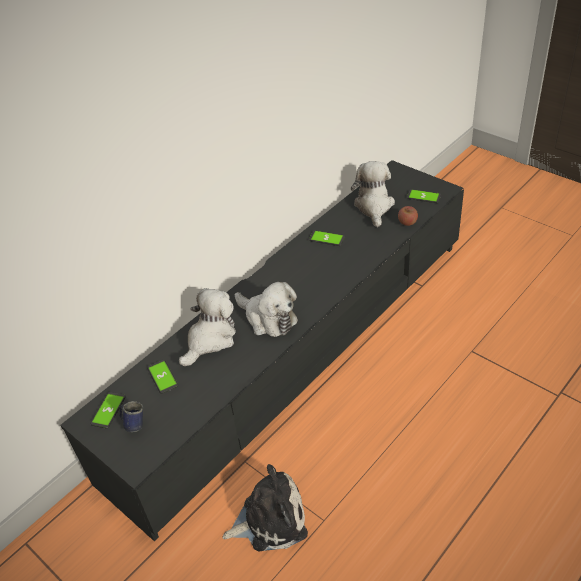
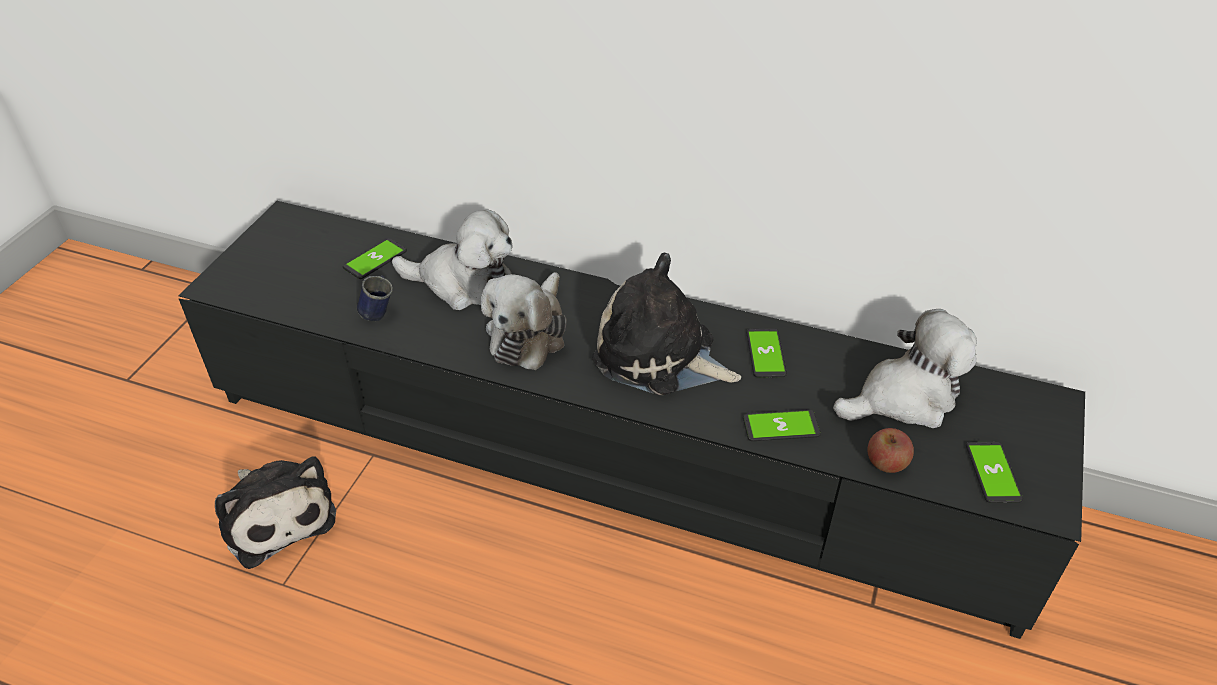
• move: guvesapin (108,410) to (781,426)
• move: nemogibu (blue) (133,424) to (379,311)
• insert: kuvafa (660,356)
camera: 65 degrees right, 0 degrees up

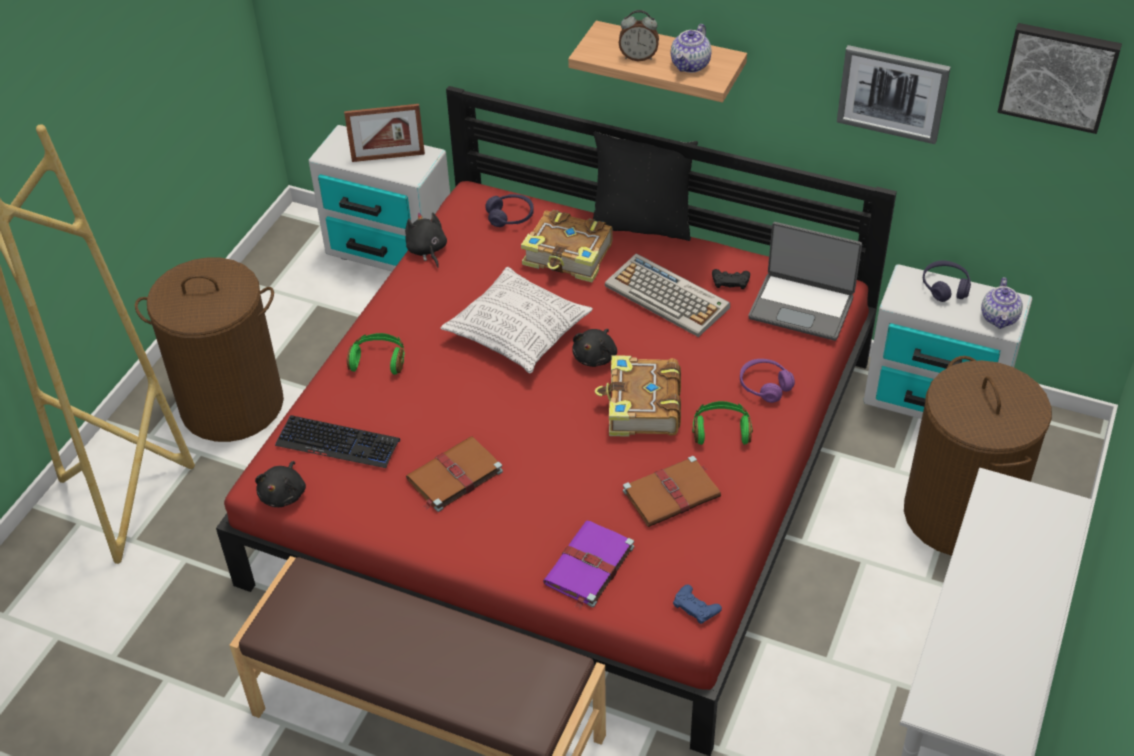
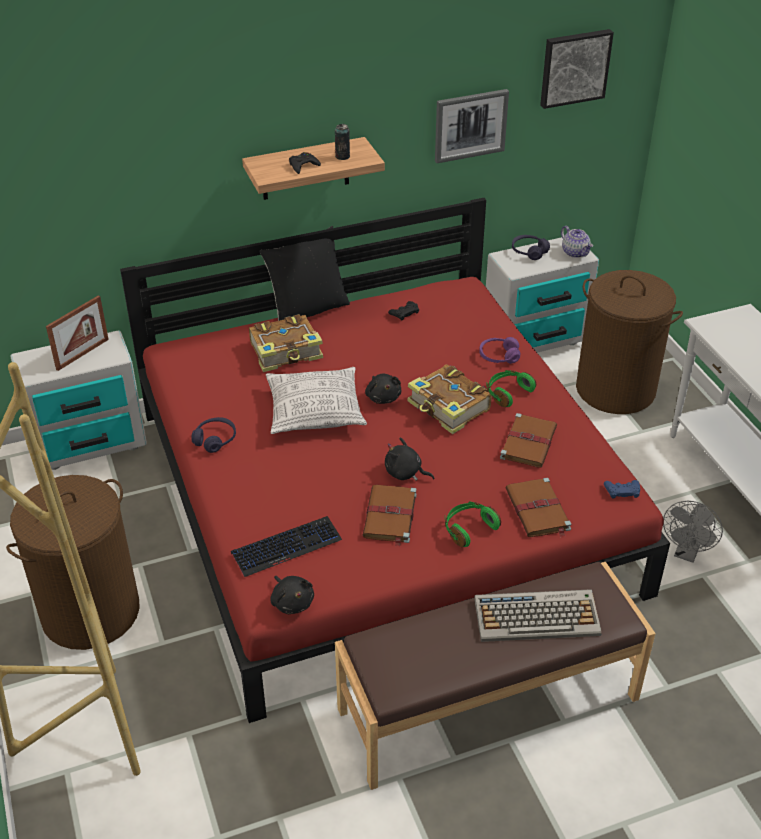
• move: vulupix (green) (378,360) to (469,528)
• move: kuvafa (black) (427,250) to (405,473)
• move: vulupix (purple) (510,217) to (215,440)
• recolor: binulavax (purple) (588,566) to binulavax (brown) (538,511)
• move: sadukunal (668,297) to (537,616)
• replace: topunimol (638,57) to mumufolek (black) (303,166)
• replace: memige (690,65) to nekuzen (342,156)
• delete: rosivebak (802,306)
• insert: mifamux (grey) (686,553)
camera: 45 degrees left, 5 degrees down

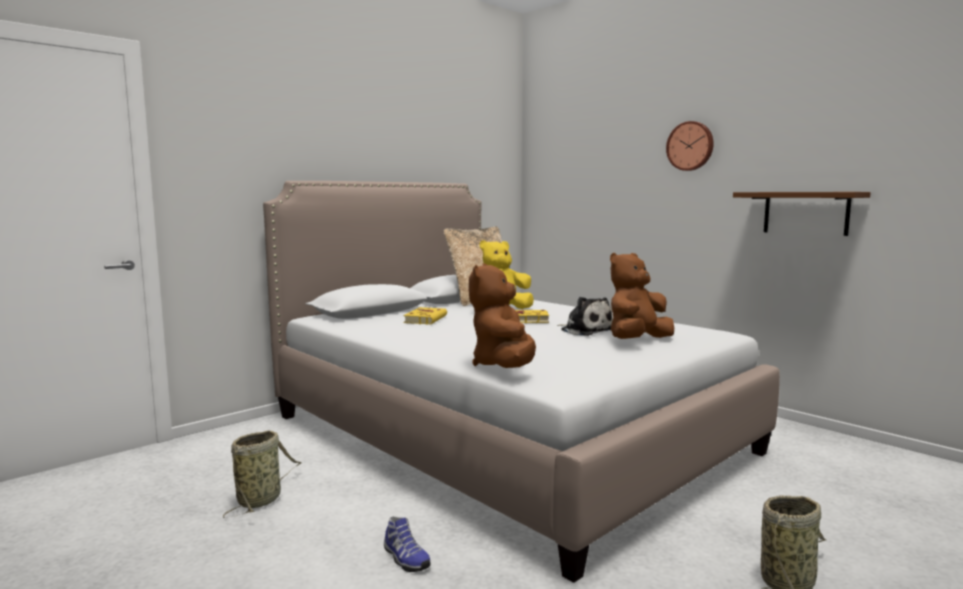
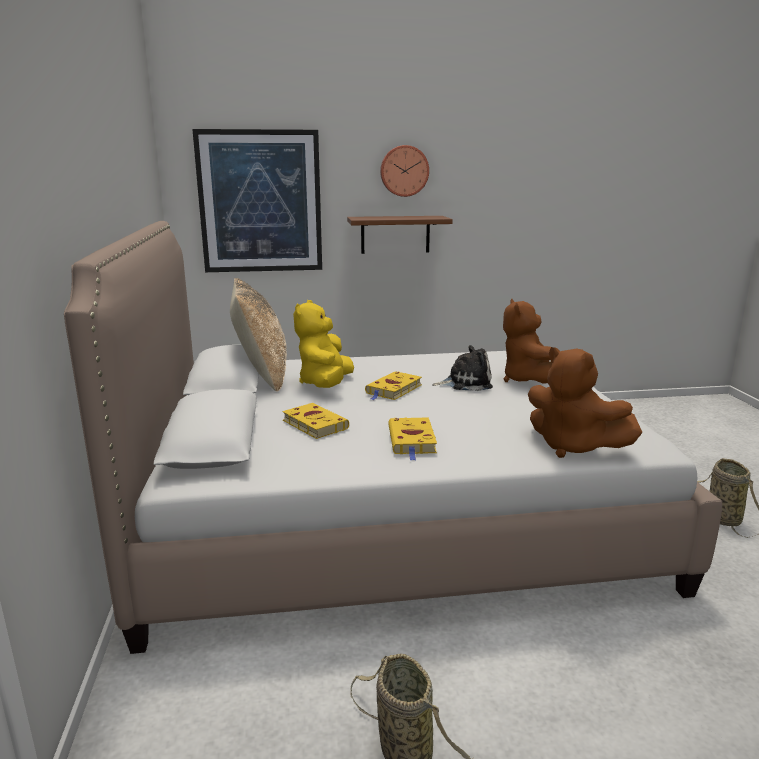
• delete: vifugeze (404,559)
• move: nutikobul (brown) (805,213) to (395,234)
• insert: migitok (260,202)
• insert: binulavax (yellow) (412,441)
camera: 55 degrees left, 10 degrees up

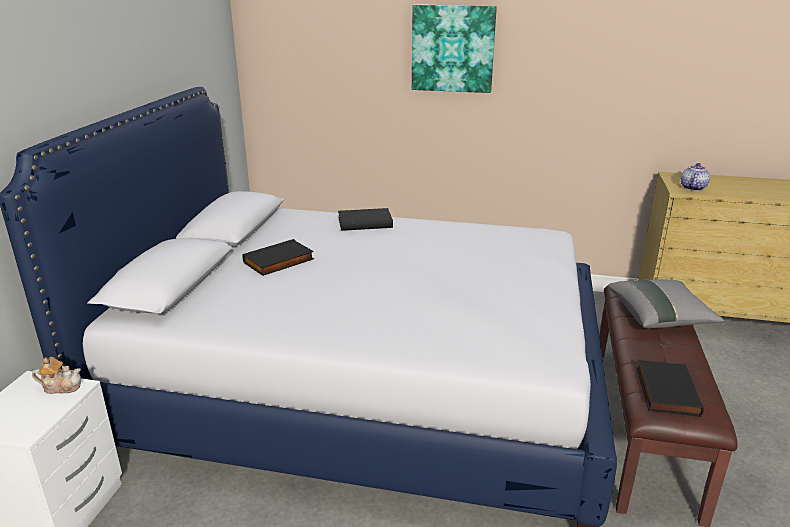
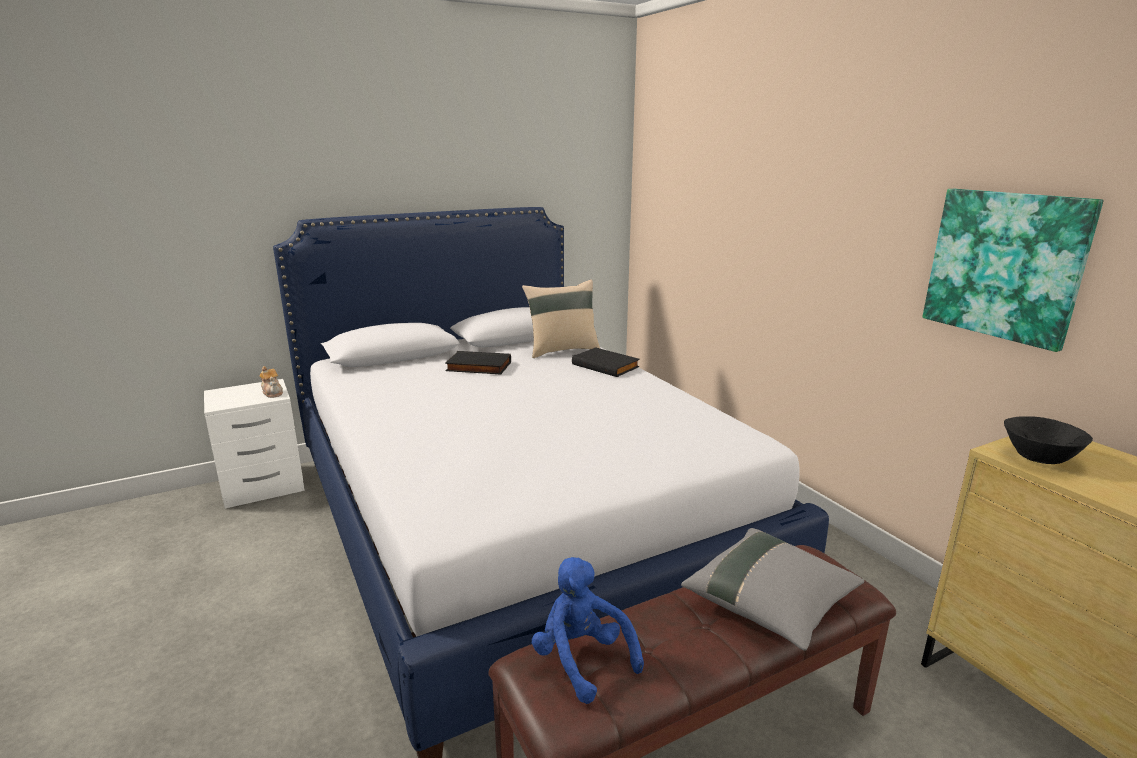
• move: migitok (453,48) to (1005,265)
• replace: binulavax (black) (665,391) to kuvafa (blue) (582,659)
• replace: memige (692,188) to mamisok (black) (1038,458)
• insert: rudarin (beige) (562,350)
camera: 50 degrees right, 5 degrees down

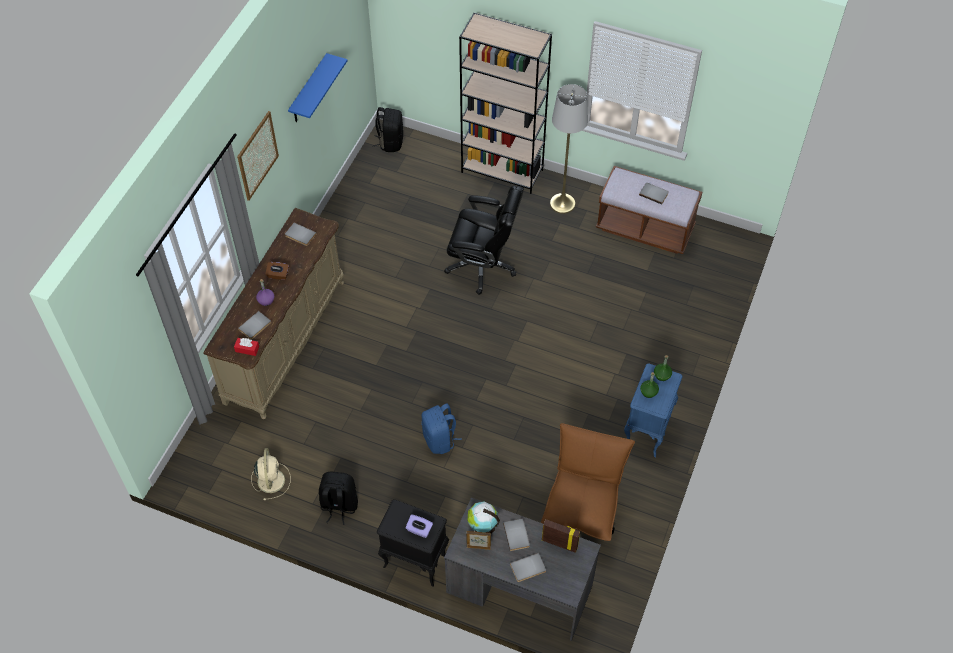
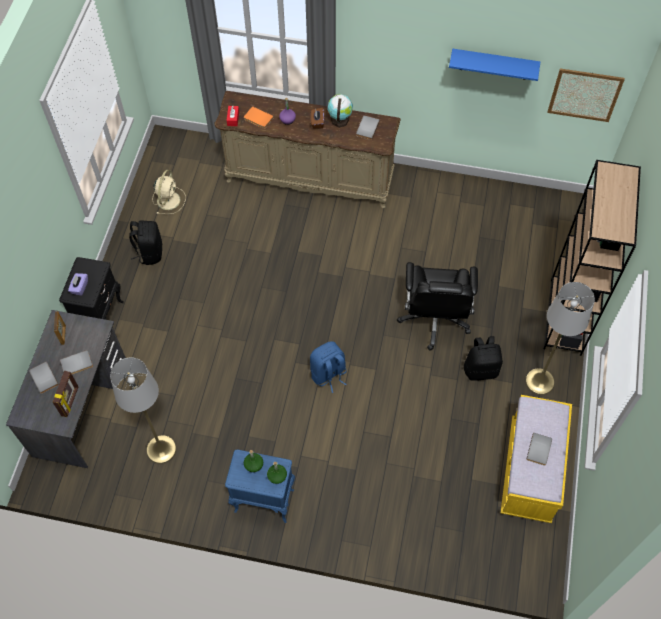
• move: migitok (257,155) to (585,94)
• recolor: binulavax (grey) (255,326) to binulavax (orange) (258,119)
• rotate: mifamux (beige) (271,479) = (169,199) 60 degrees counterclockwise
• move: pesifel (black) (390,142) to (481,369)
• move: pesifel (blue) (440,440) to (328,374)
• move: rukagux (482,526) to (339,119)
• replace: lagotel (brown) (581,514) to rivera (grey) (161,449)
• recolor: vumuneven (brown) (645,228) to vumuneven (yellow) (530,470)
camera: 80 degrees right, 5 degrees up

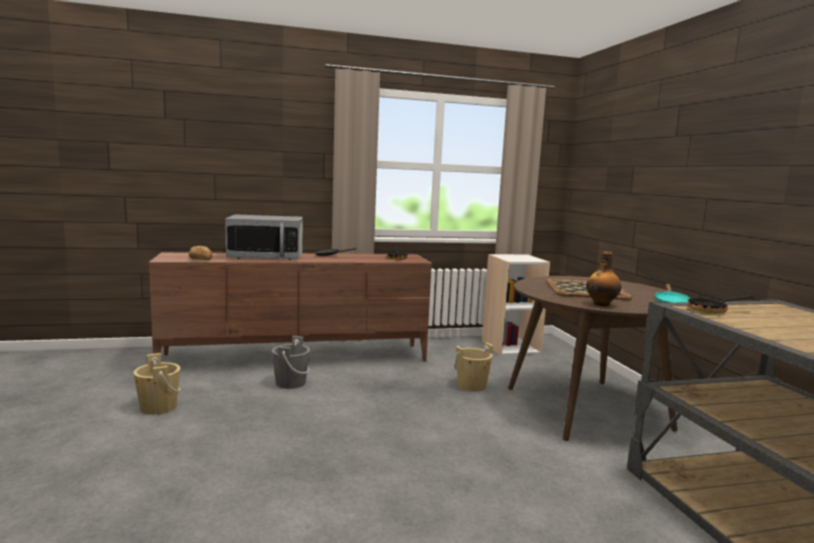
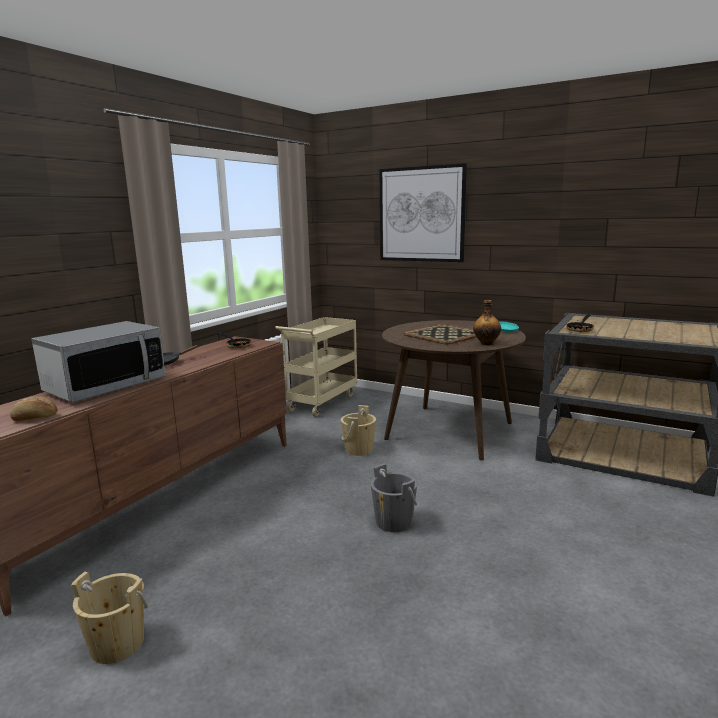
• move: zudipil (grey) (290,383) to (393,522)
• replace: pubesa (511,347) to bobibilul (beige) (321,404)
• insert: migitok (421,214)
camera: 45 degrees left, 5 degrees up

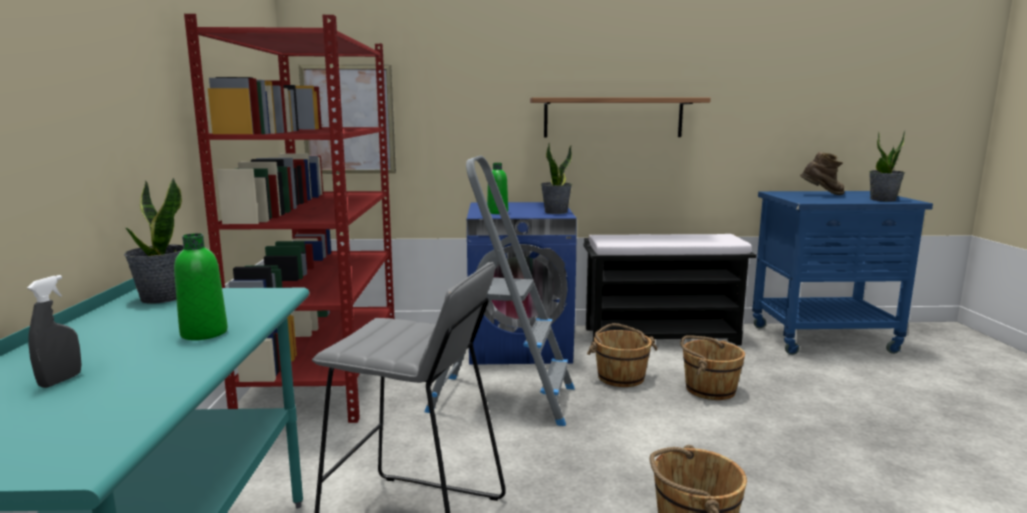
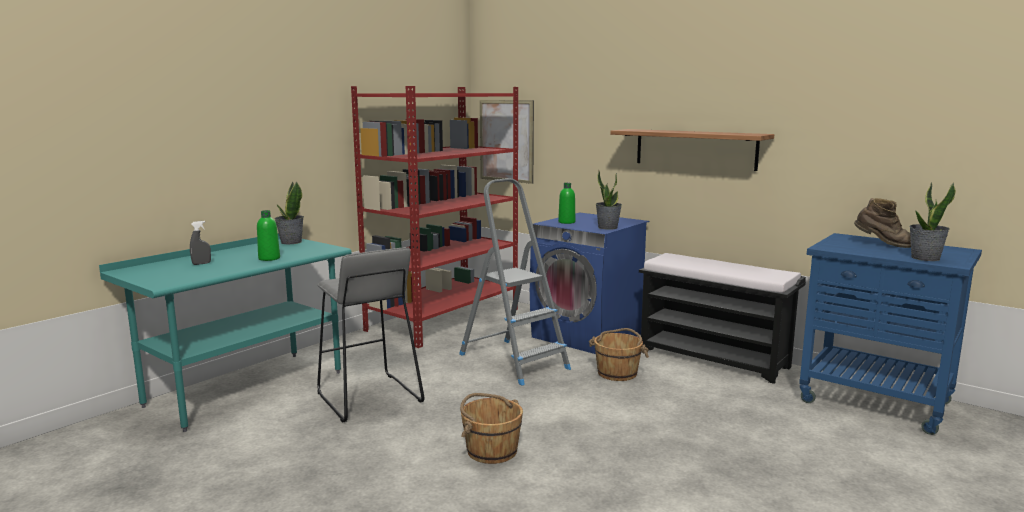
• delete: zudipil (brown) (709,389)
camera: 40 degrees right, 0 degrees up

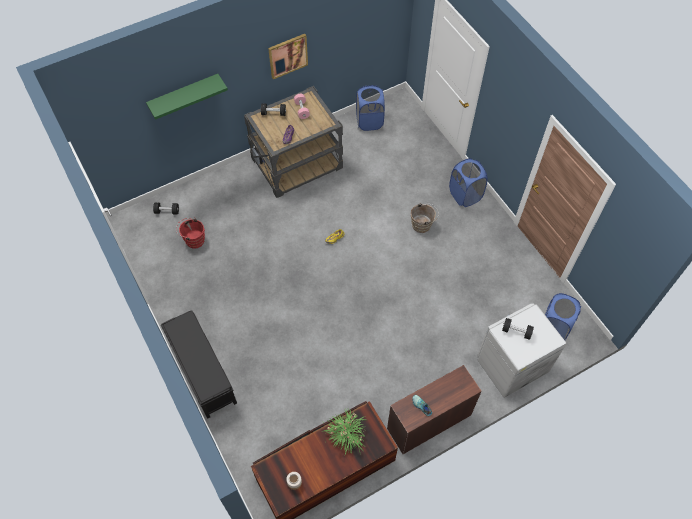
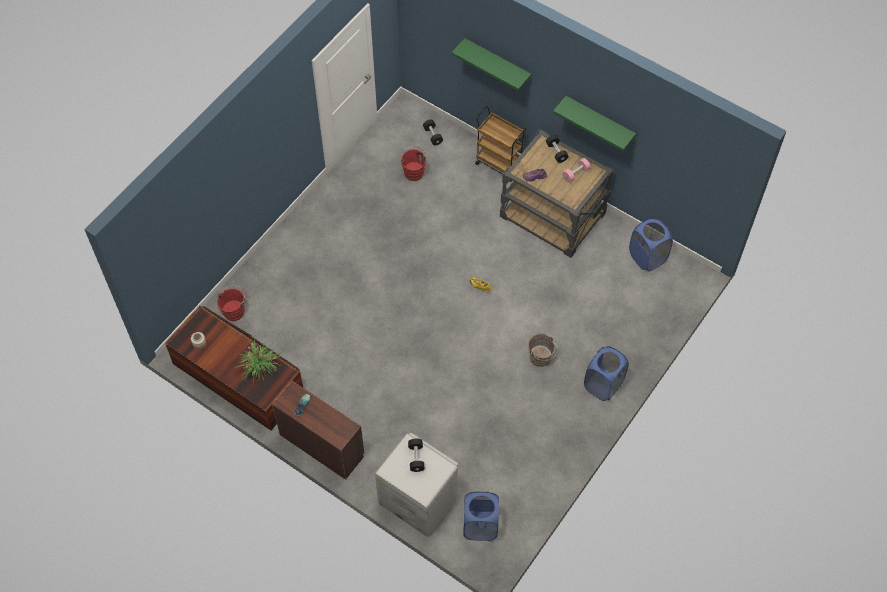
• delete: vumuneven (black) (202,371)
• replace: migitok (288,55) to nutikobul (green) (599,120)
• insert: zudipil (red) (235,310)
• insert: bobibilul (brown) (499,164)
camera: 65 degrees right, 0 degrees up

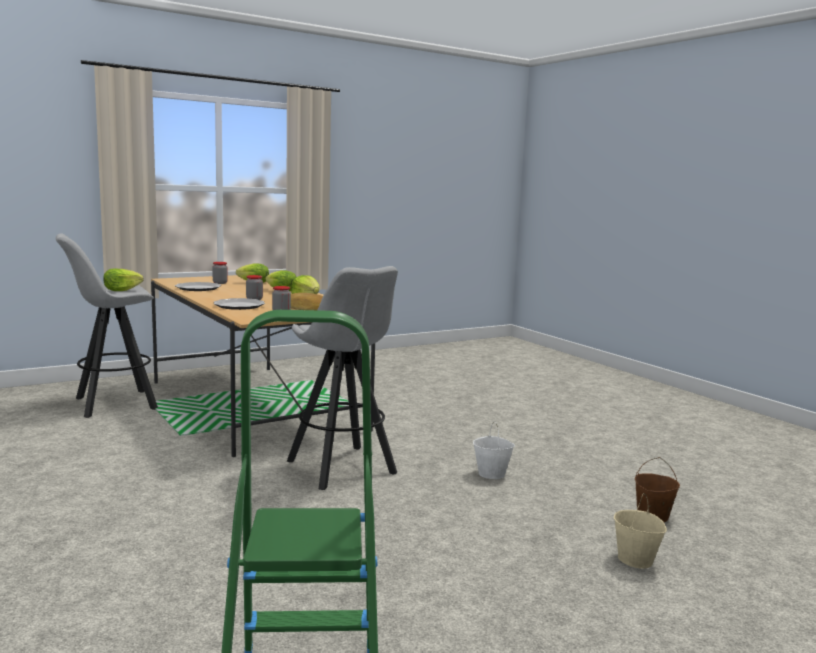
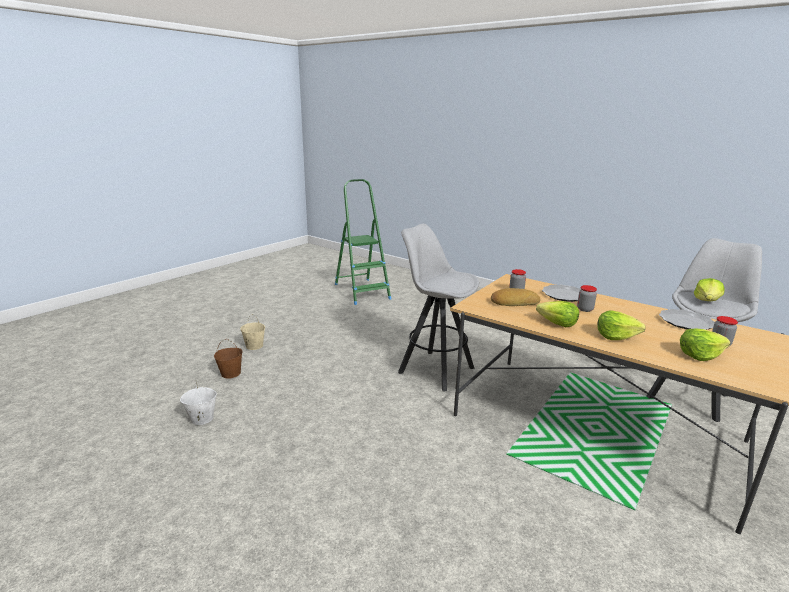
• move: zudipil (white) (492,474) to (201,418)
camera: 160 degrees right, 10 degrees up

